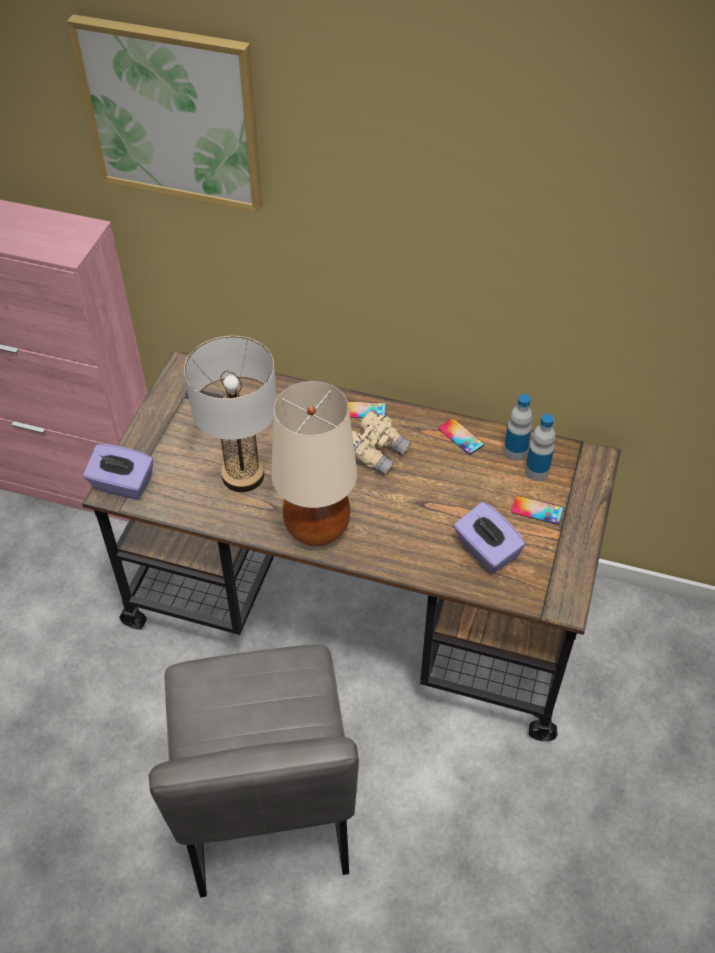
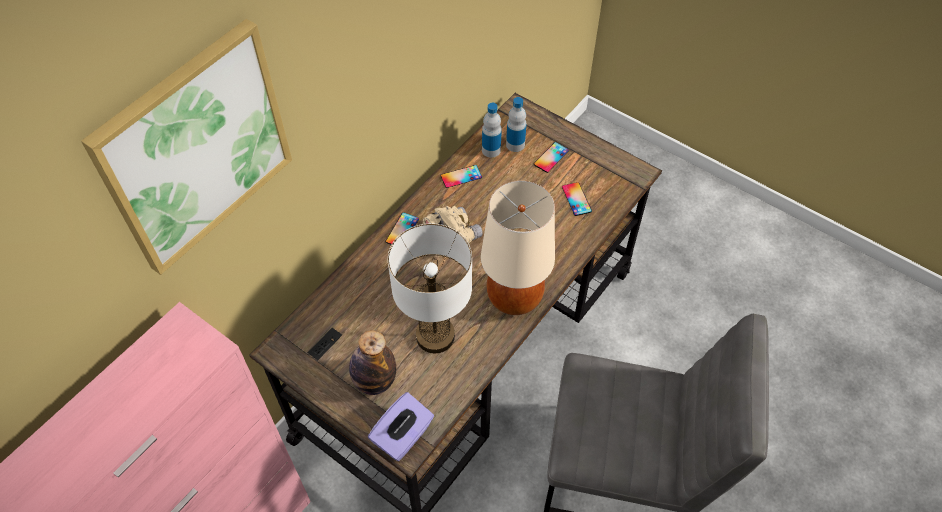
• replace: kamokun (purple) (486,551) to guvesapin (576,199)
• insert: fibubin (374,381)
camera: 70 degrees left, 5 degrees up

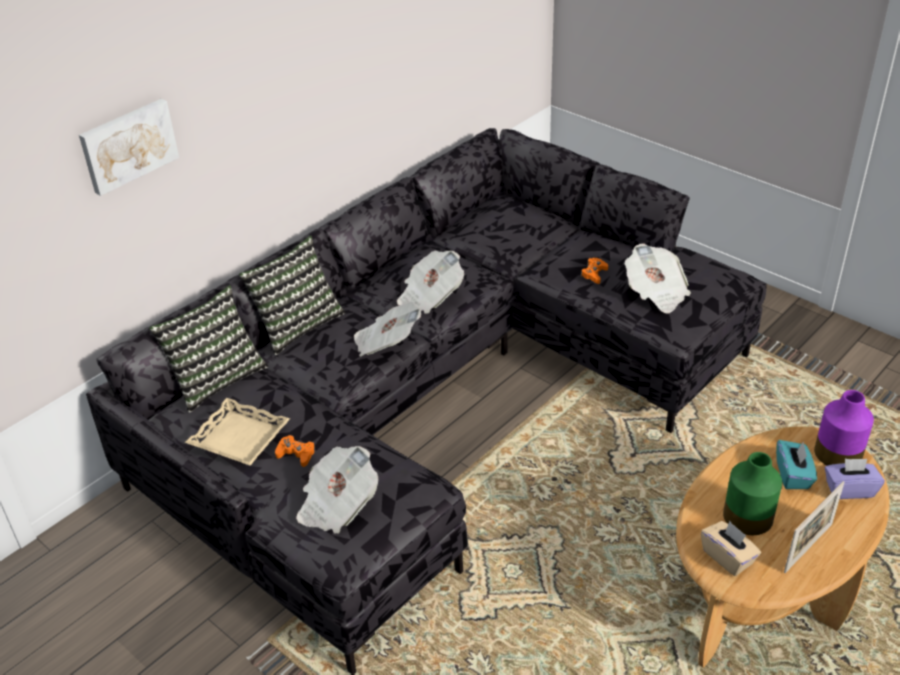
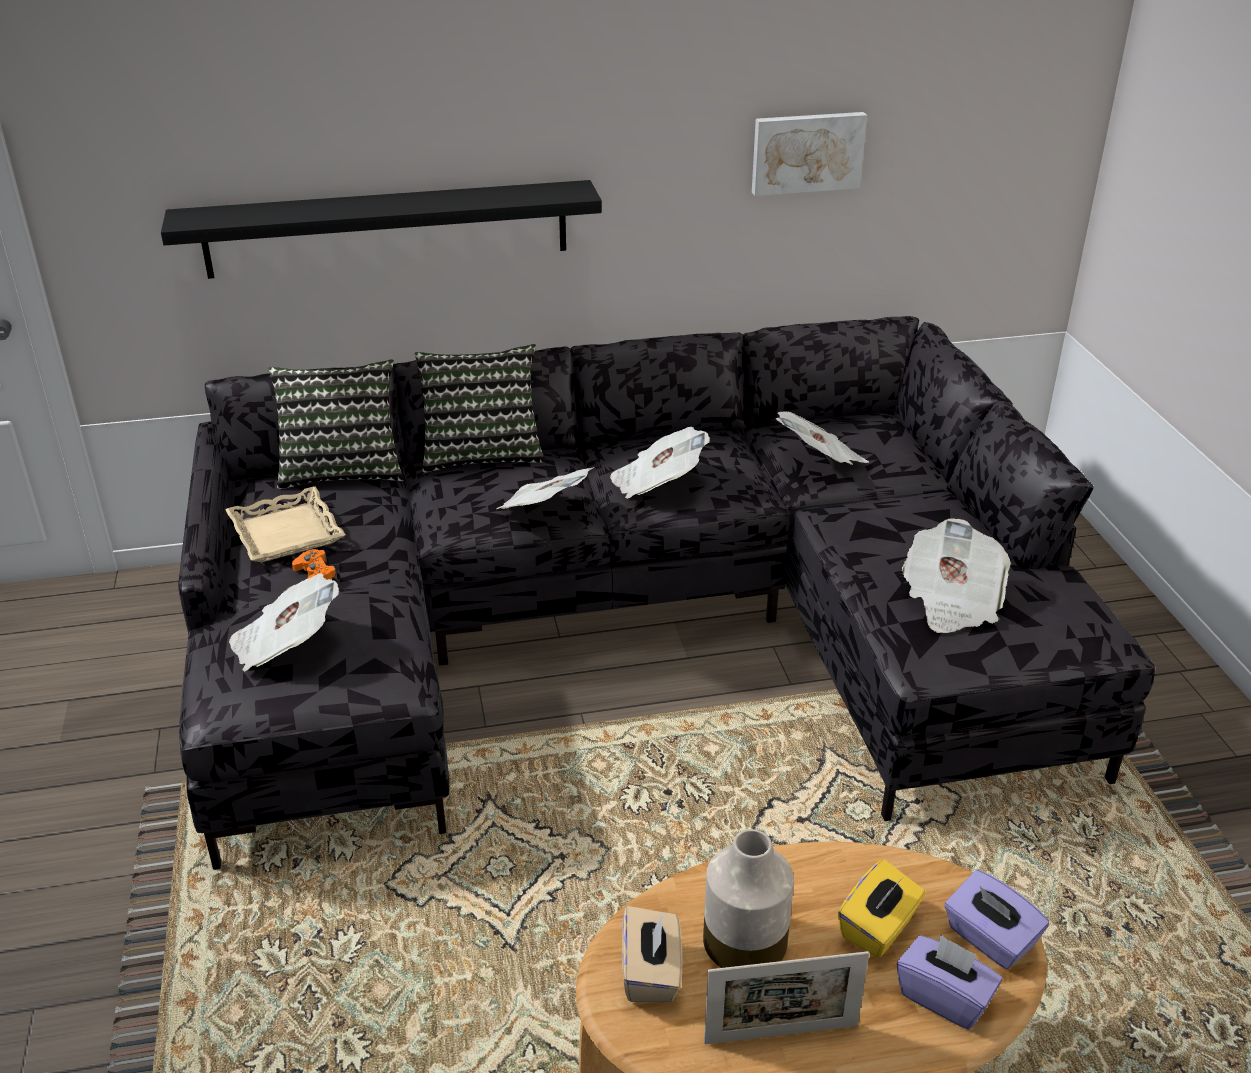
• move: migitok (128,145) to (806,152)
• delete: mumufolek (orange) (594,274)
• recolor: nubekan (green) (748,517) to nubekan (beige) (744,940)
• recolor: kamokun (turquoise) (793,475) to kamokun (yellow) (878,928)
• replace: nubekan (purple) (838,452) to kamokun (purple) (989,939)
• insert: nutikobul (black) (387,229)
• insert: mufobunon (820,461)
camera: 35 degrees right, 5 degrees down

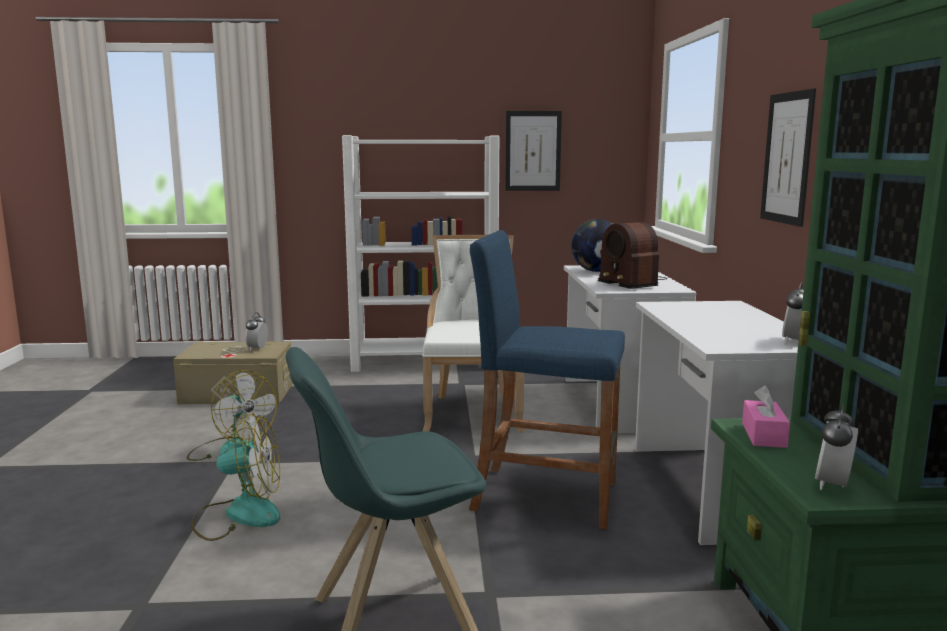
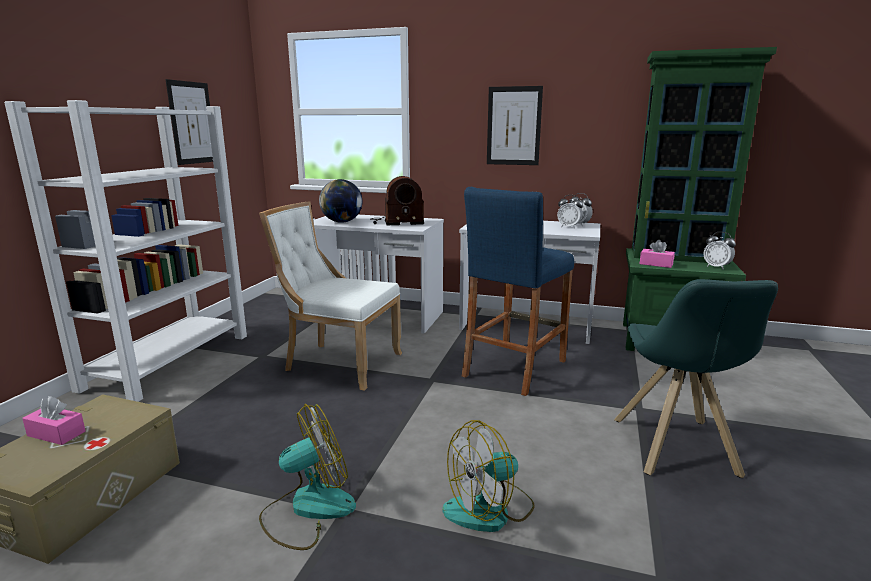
• rotate: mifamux (239,515) = (489,509) 135 degrees counterclockwise
• move: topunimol (257,349) to (568,227)
• insert: kamokun (pink) (56,434)
camera: 70 degrees left, 5 degrees up

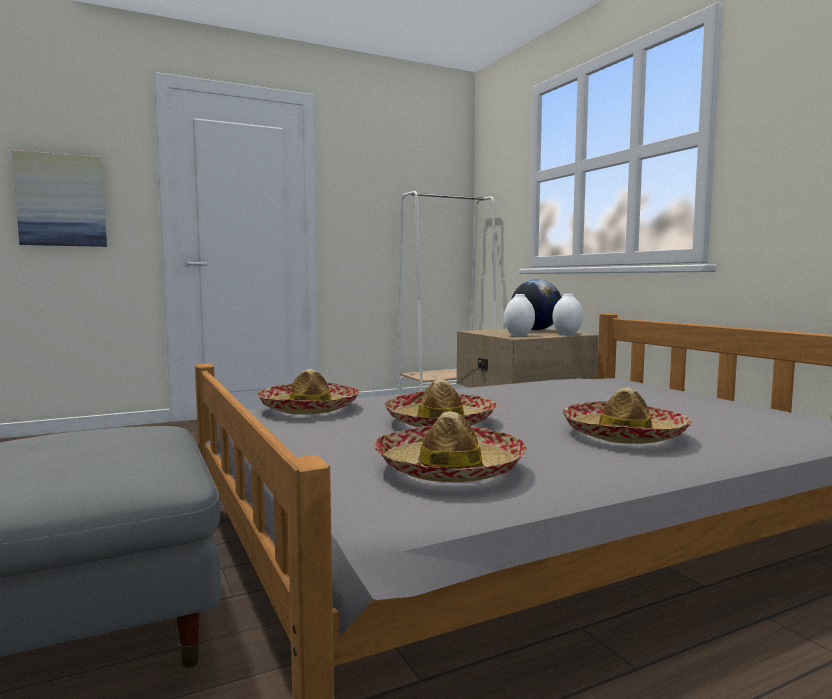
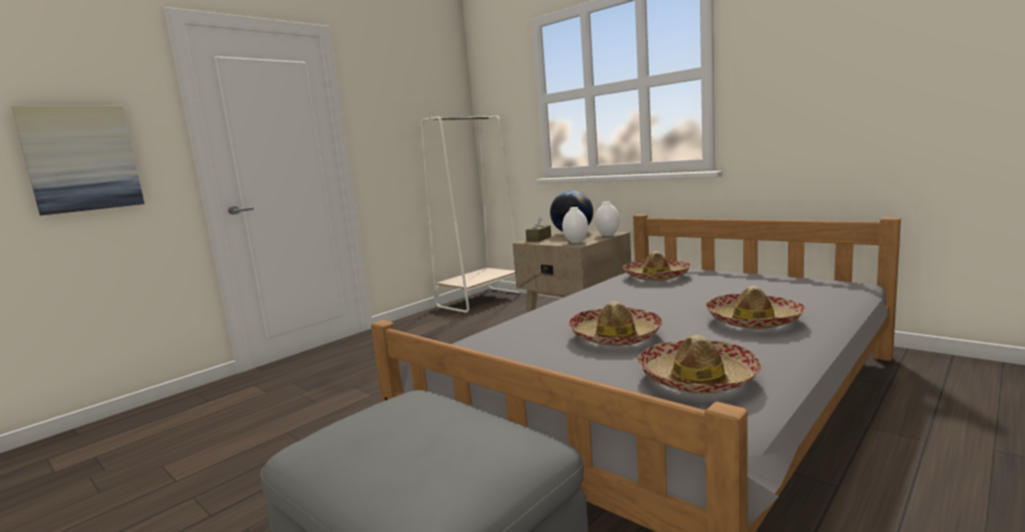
• move: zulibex (309,408) to (656,276)
• insert: kamokun (brown) (539,239)
camera: 20 degrees left, 5 degrees up

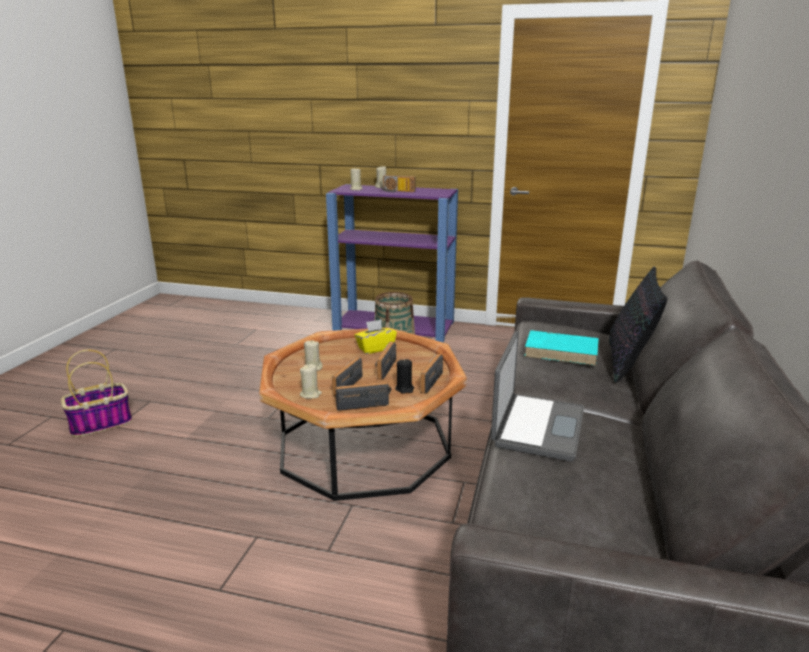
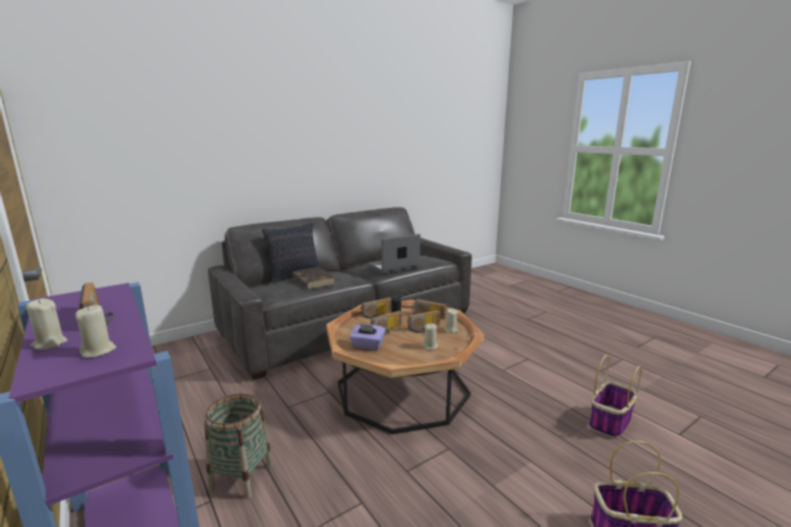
• recolor: kamokun (yellow) (375,348) to kamokun (purple) (367,346)
• recolor: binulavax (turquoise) (562,351) to binulavax (brown) (313,280)
• insert: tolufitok (610,422)
camera: 140 degrees left, 5 degrees down

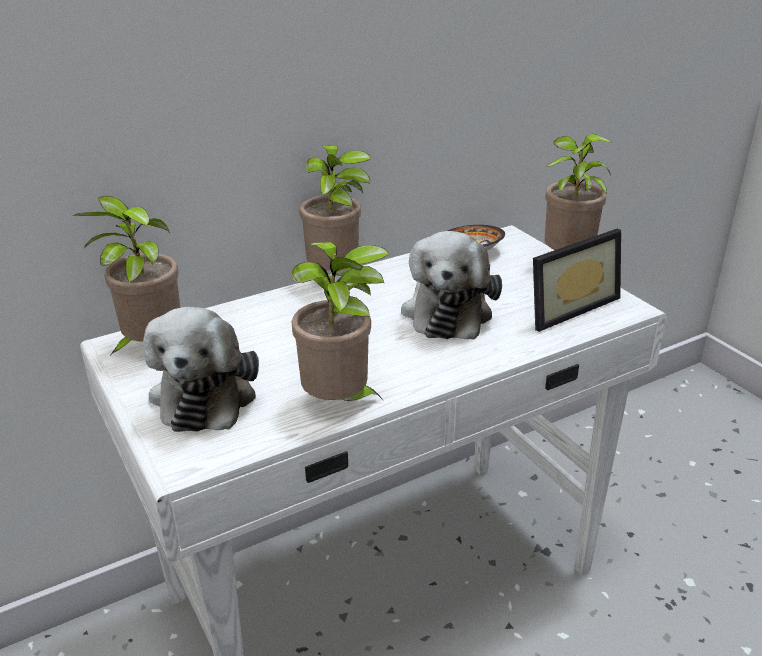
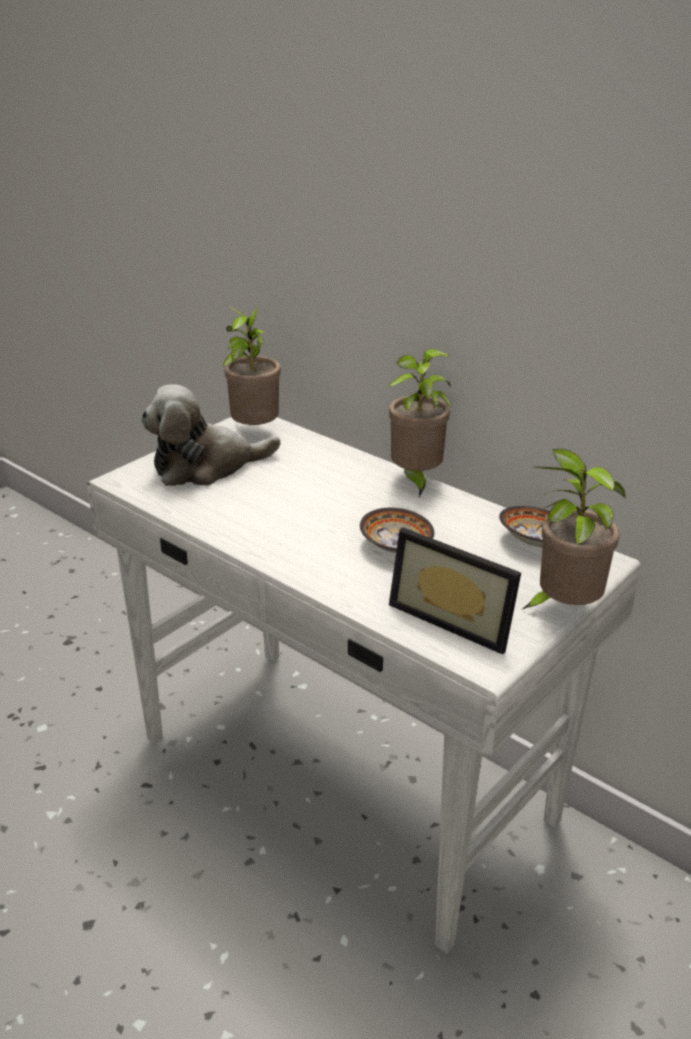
• delete: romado (340,404)
• replace: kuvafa (447,311) to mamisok (396,547)
camera: 70 degrees right, 0 degrees up

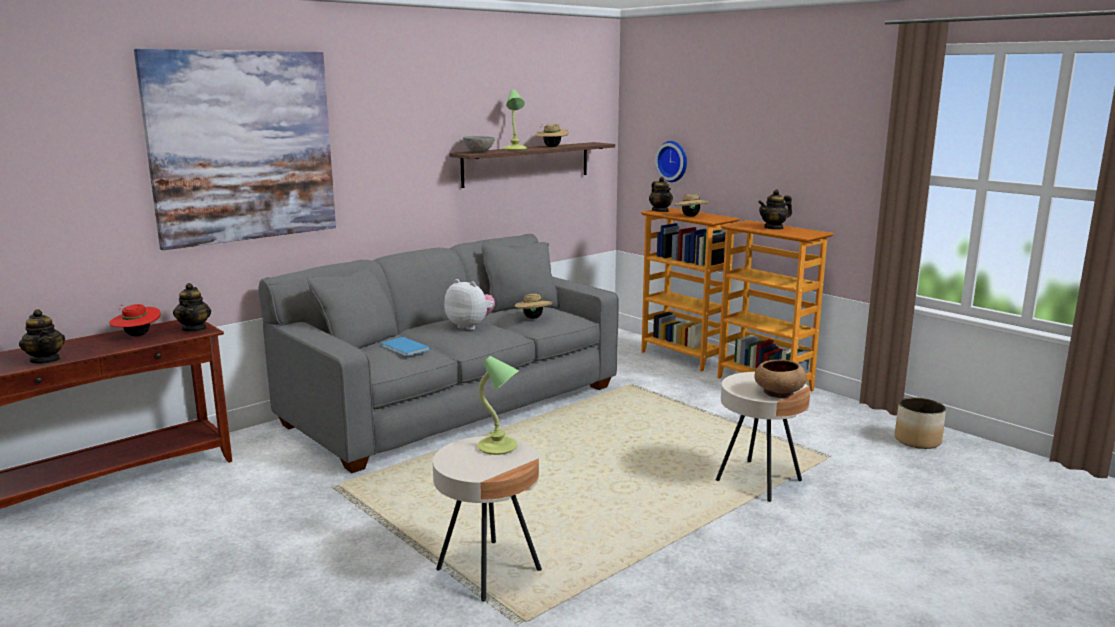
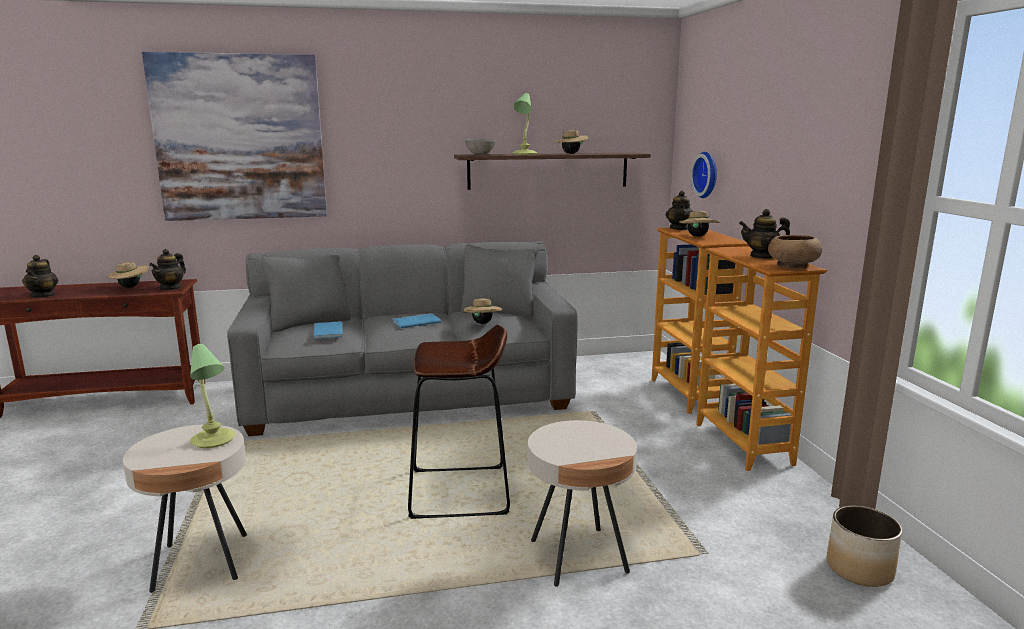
• recolor: zulibex (red) (137,335) to zulibex (beige) (129,287)
• replace: kuvafa (470,326) to binulavax (blue) (415,322)
• move: mamisok (brown) (778,393) to (792,266)
• insert: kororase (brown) (459,492)
camera: 30 degrees right, 0 degrees up

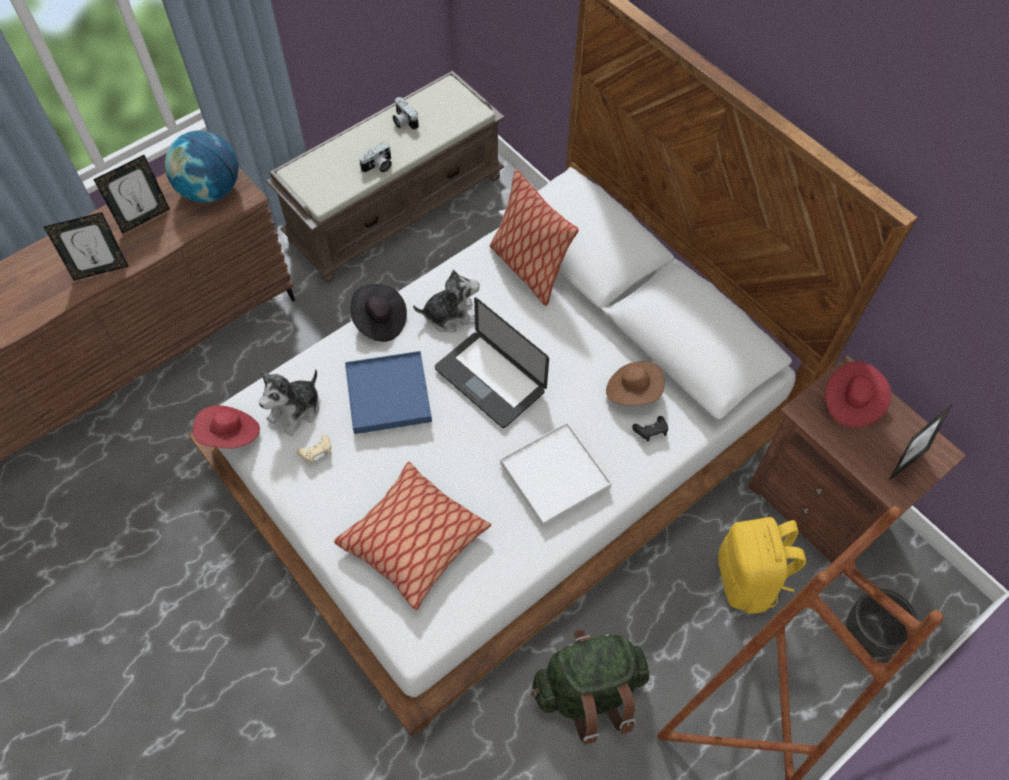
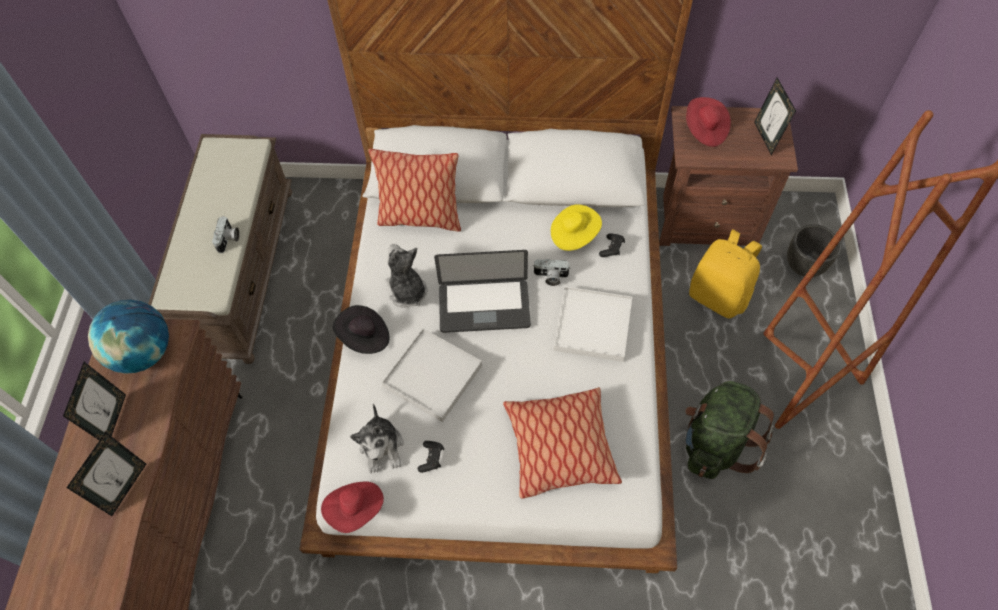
• recolor: mumufolek (beige) (317,452) to mumufolek (black) (431,458)
• recolor: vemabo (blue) (388,394) to vemabo (white) (432,376)
• move: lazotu (403,121) to (550,277)
• rotate: kuvafa (450,315) = (407,291) 60 degrees counterclockwise
• recolor: zulibex (brown) (633,391) to zulibex (yellow) (574,235)
camera: 45 degrees left, 0 degrees up

